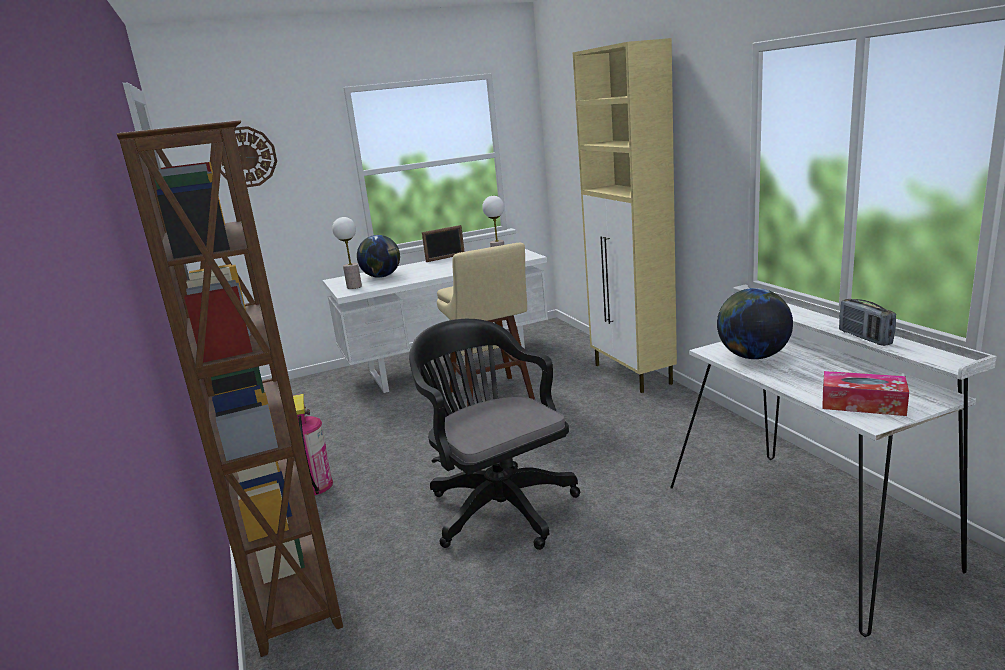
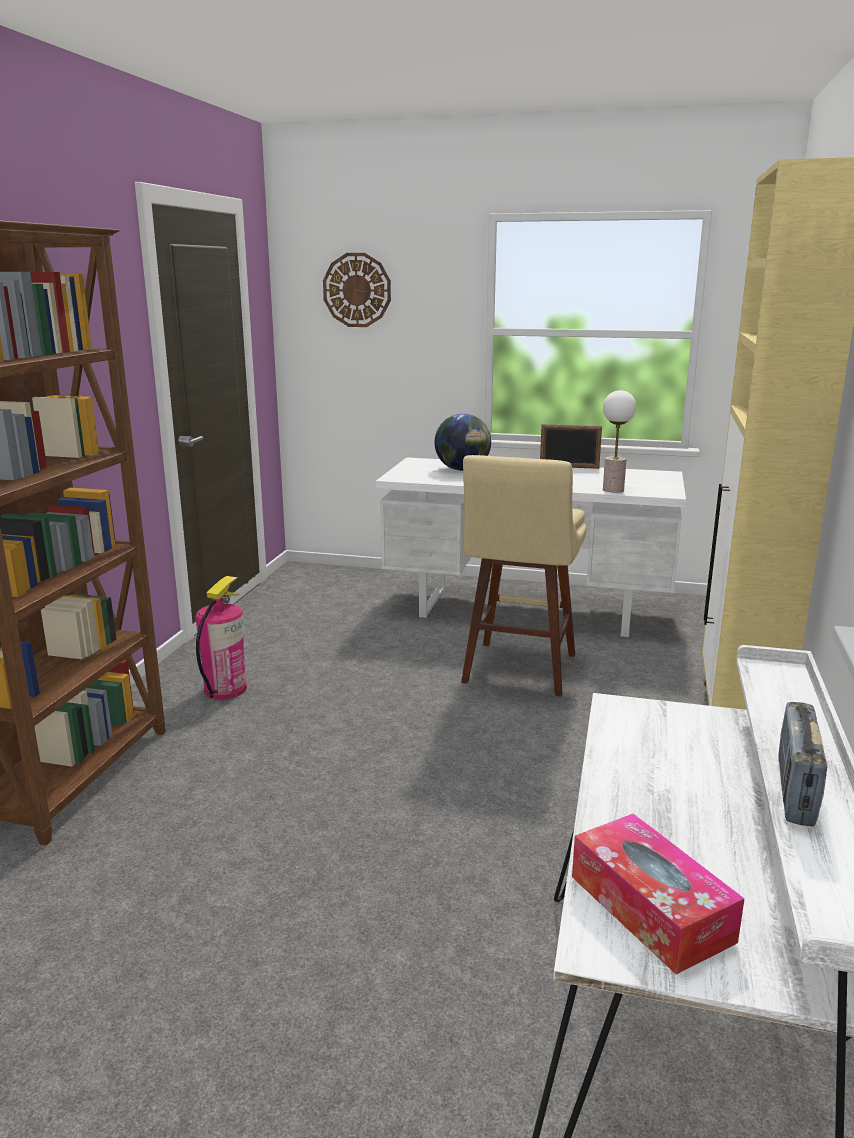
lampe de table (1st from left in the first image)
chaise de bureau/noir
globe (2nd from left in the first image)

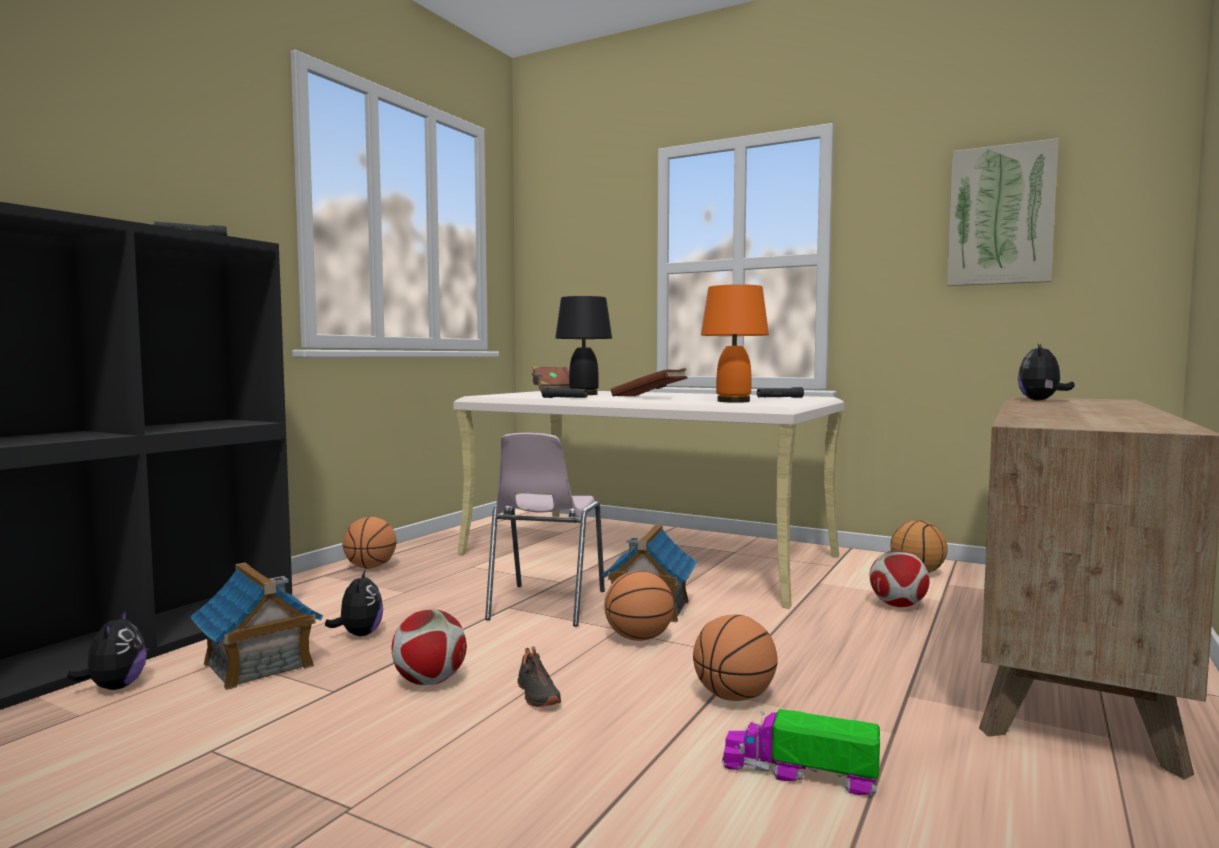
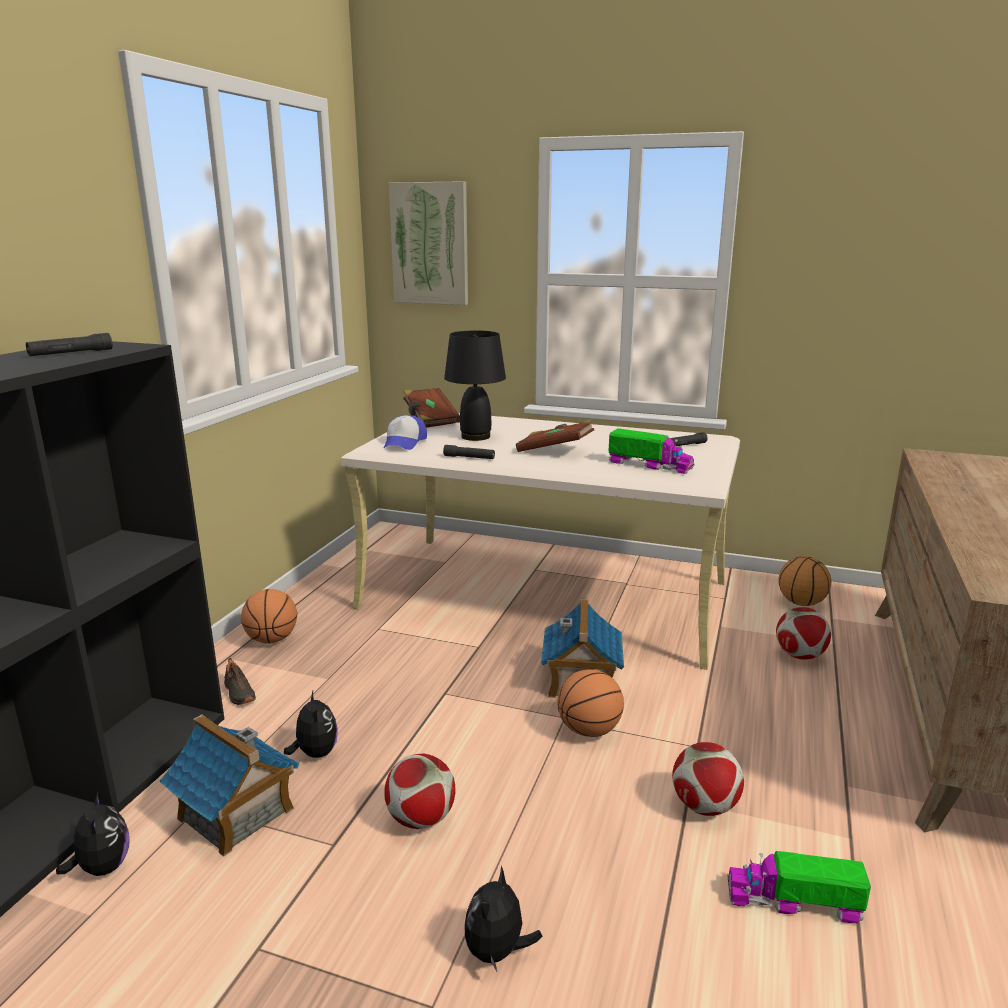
chaussure/noir
casquette
tableau
peluche (3rd from left)
camion jouet (1st from left)
ballon de foot (2nd from left)
chaise/rose

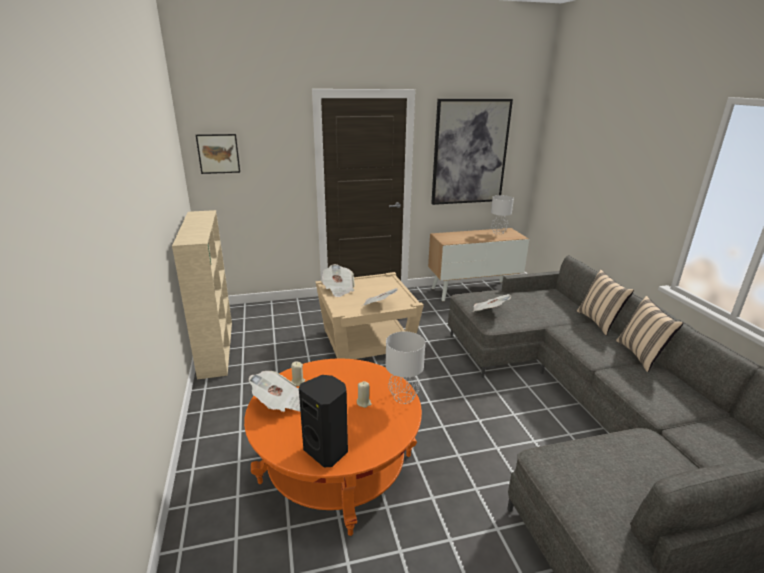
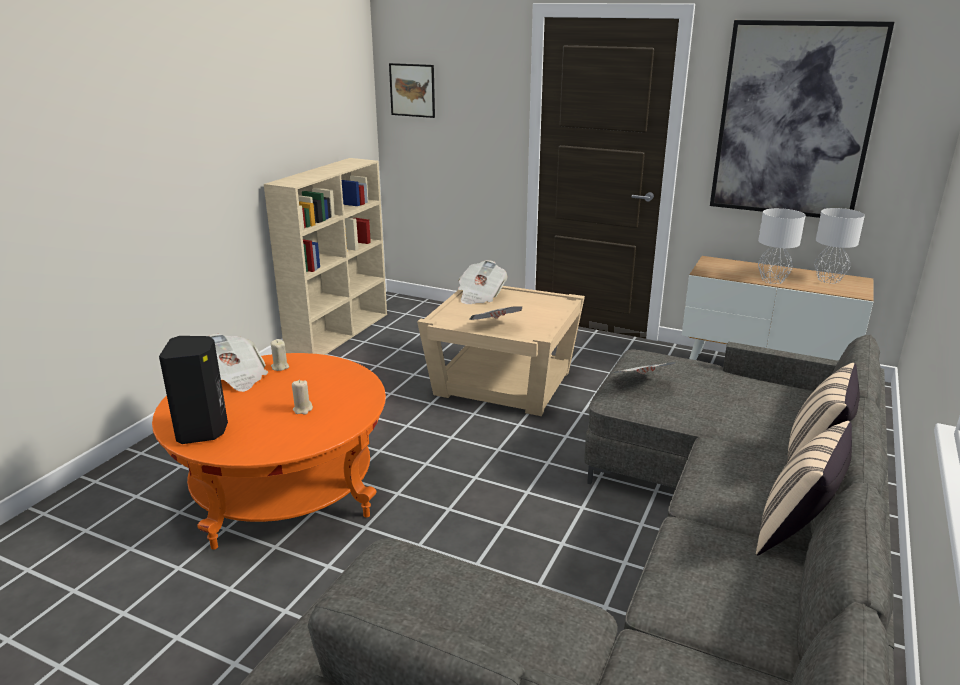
lampe de table/gris (1st from left)

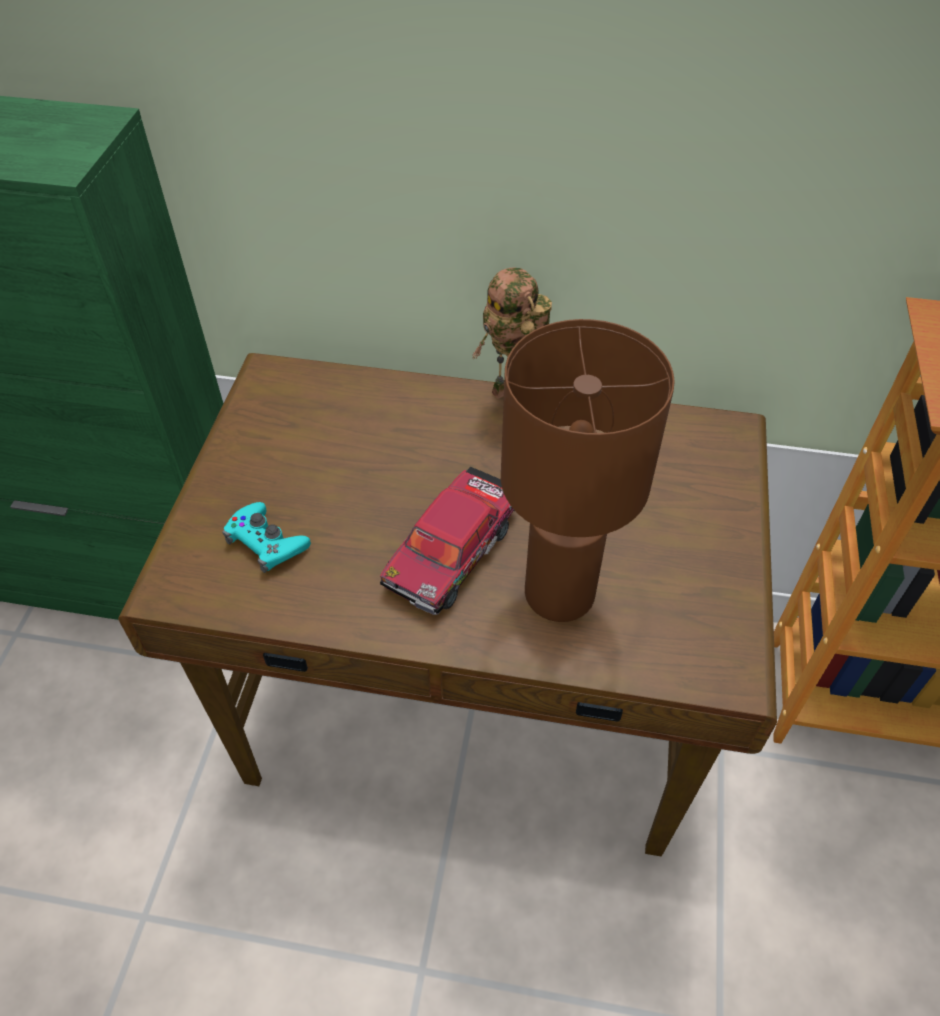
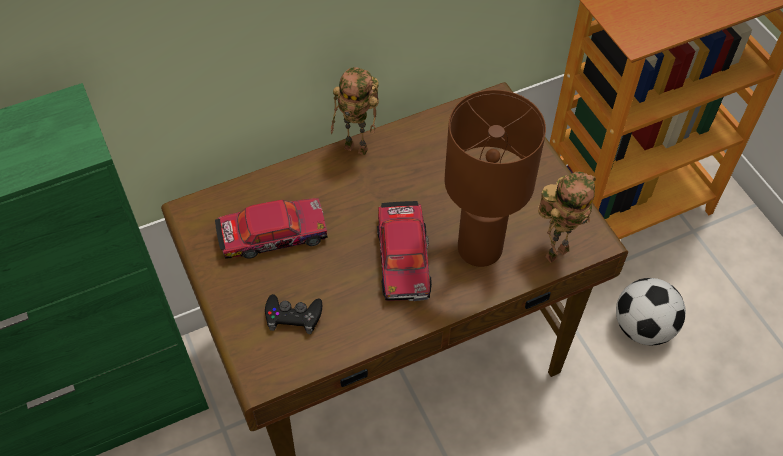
petite voiture (1st from left)
manette/noir
robot jouet (2nd from left)
ballon de foot

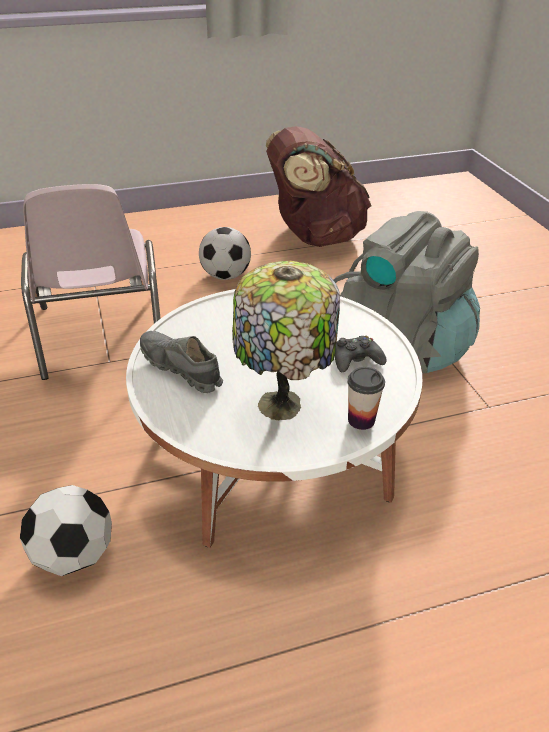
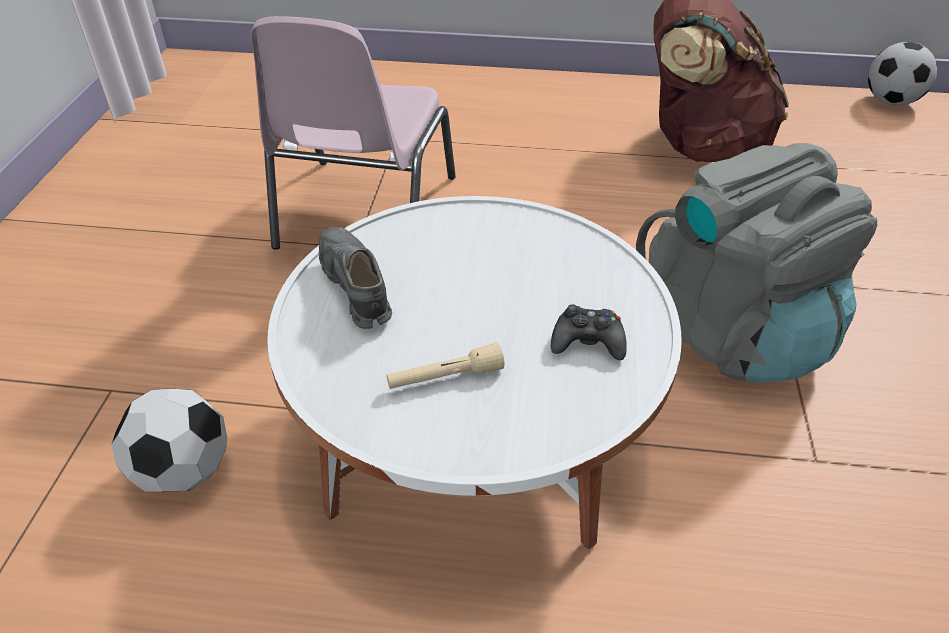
lampe de poche/beige
ballon de foot (2nd from left)
tasse

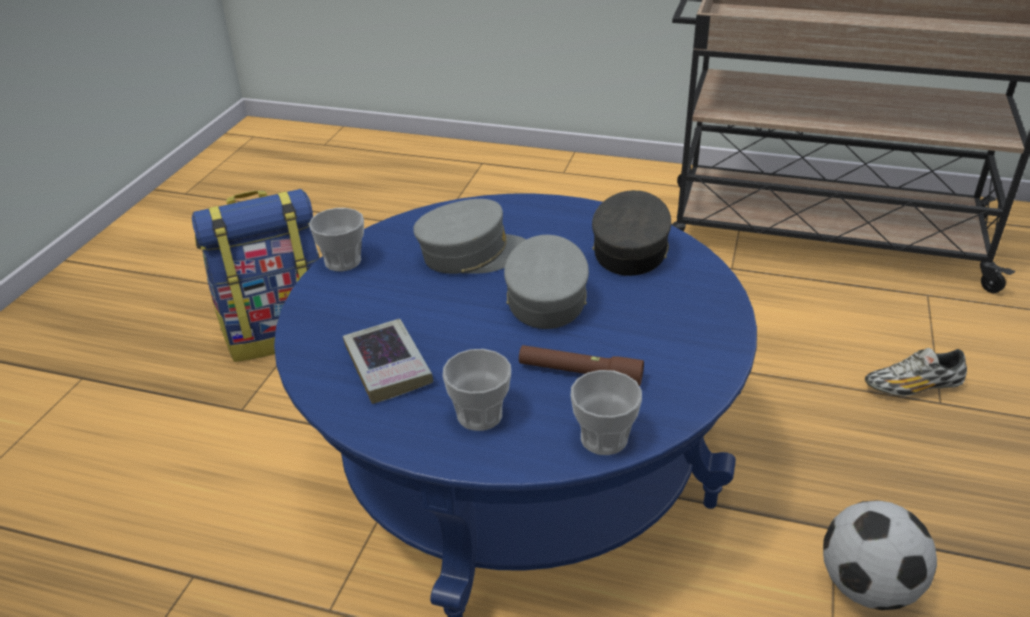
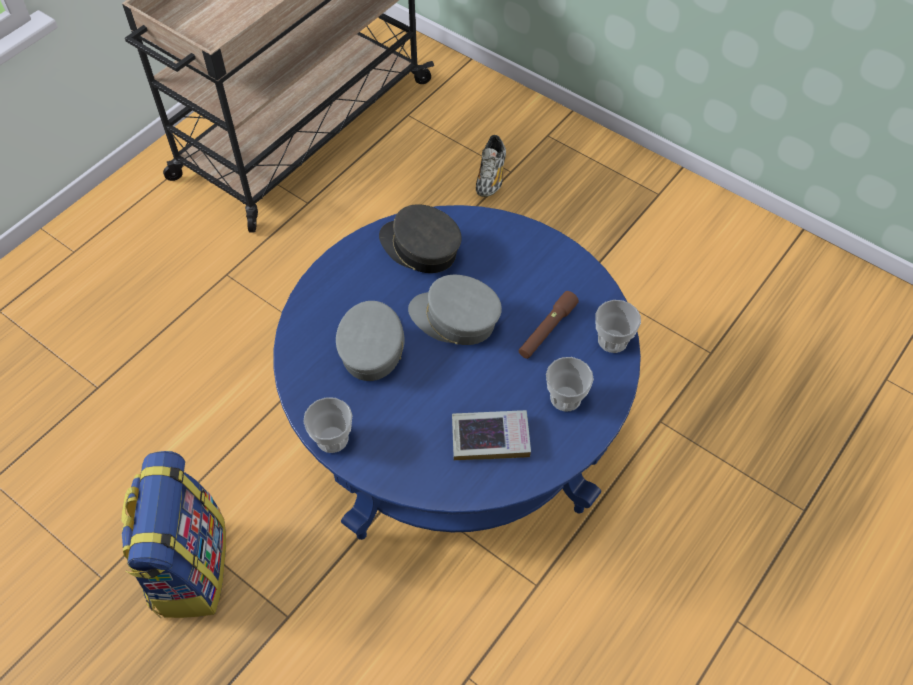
ballon de foot

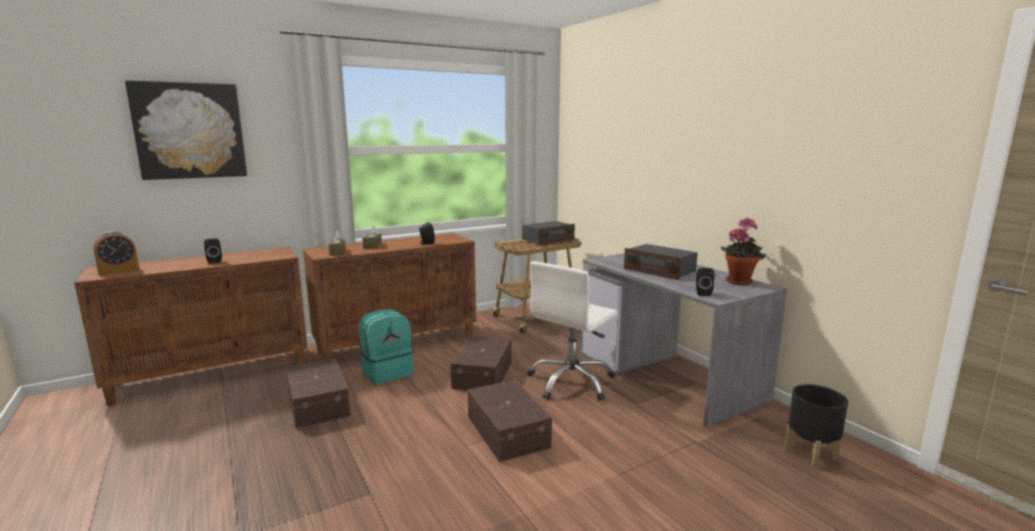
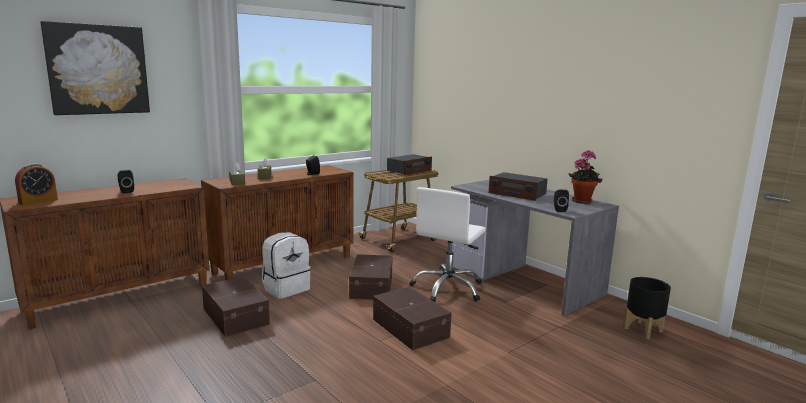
sac à dos/blanc

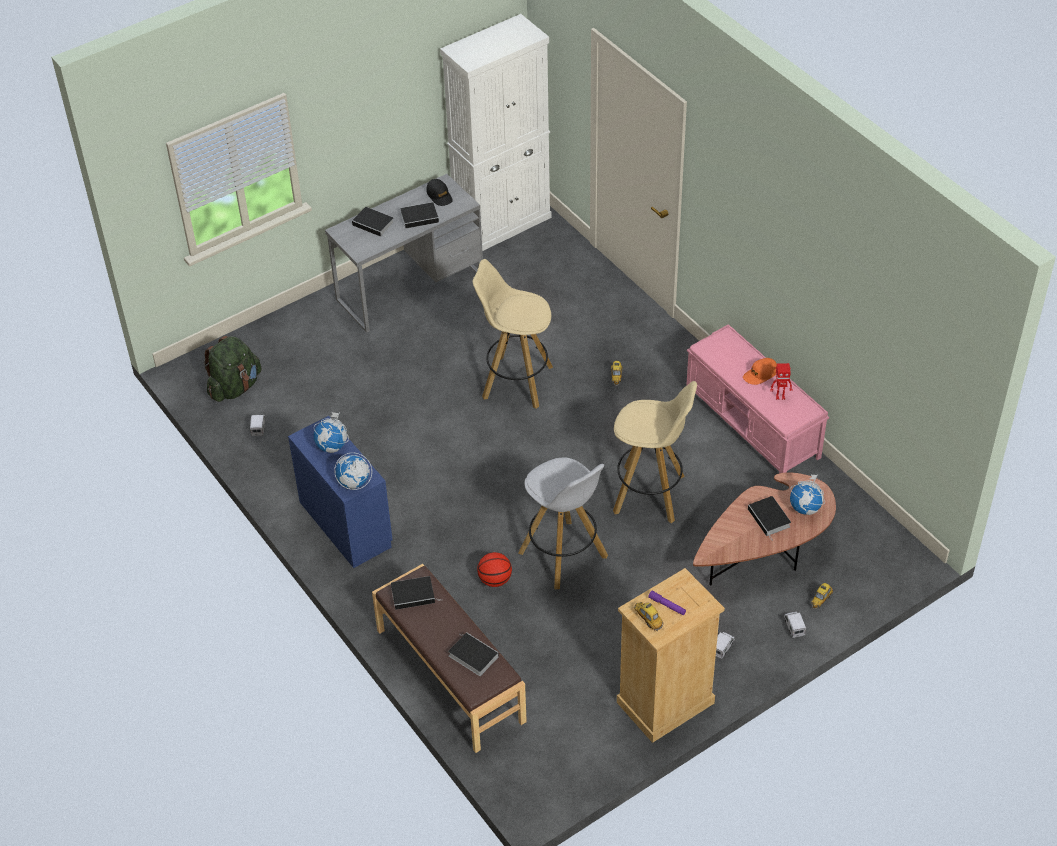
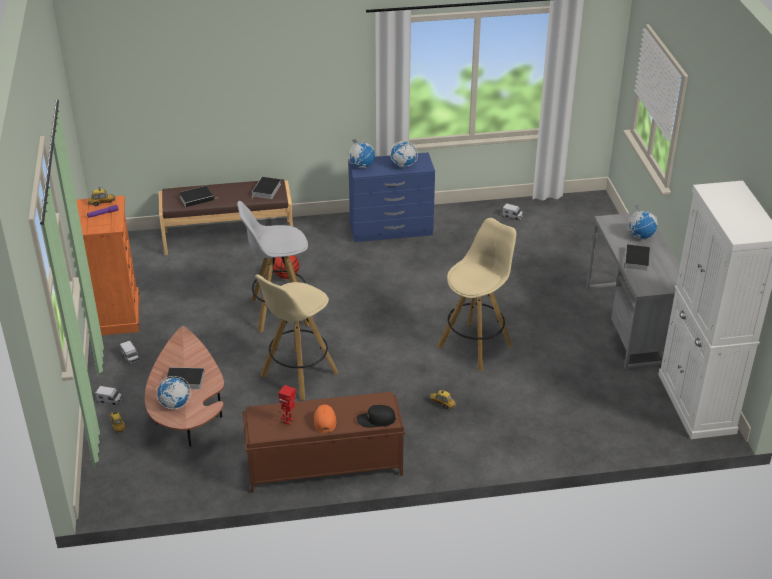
commode/orange
banc/marron (2nd from left)
casquette/noir
globe (4th from left)
sac à dos/vert

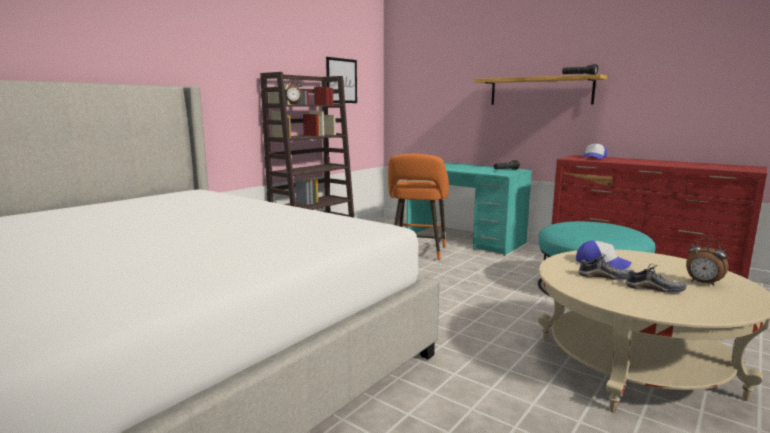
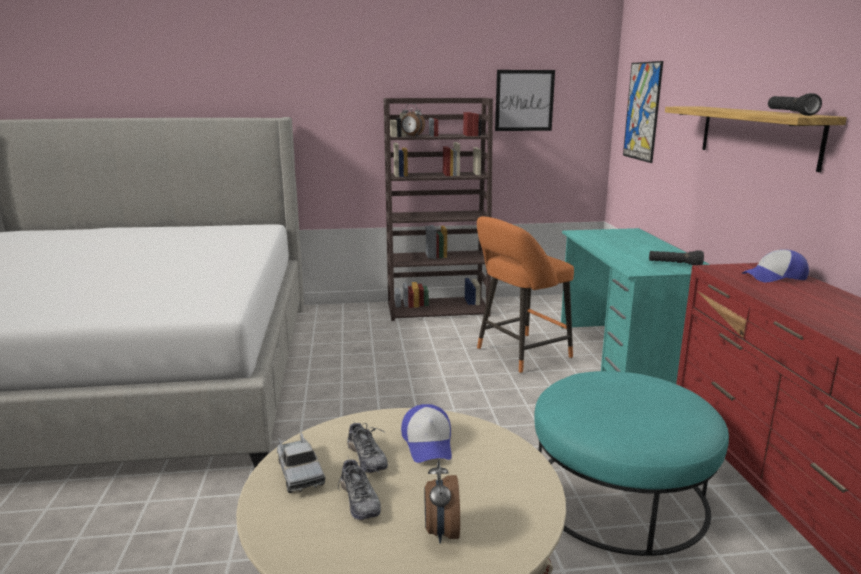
camion jouet
tableau (2nd from left)

